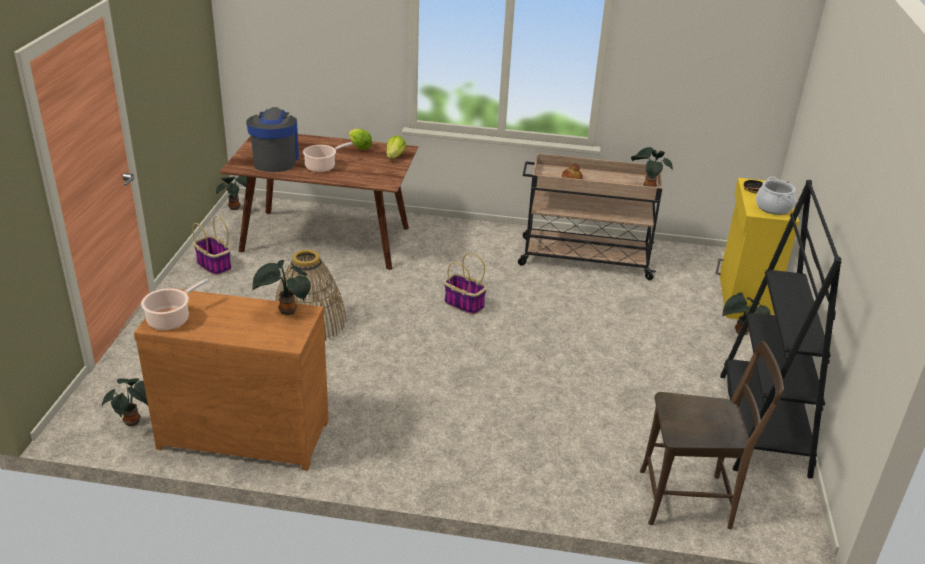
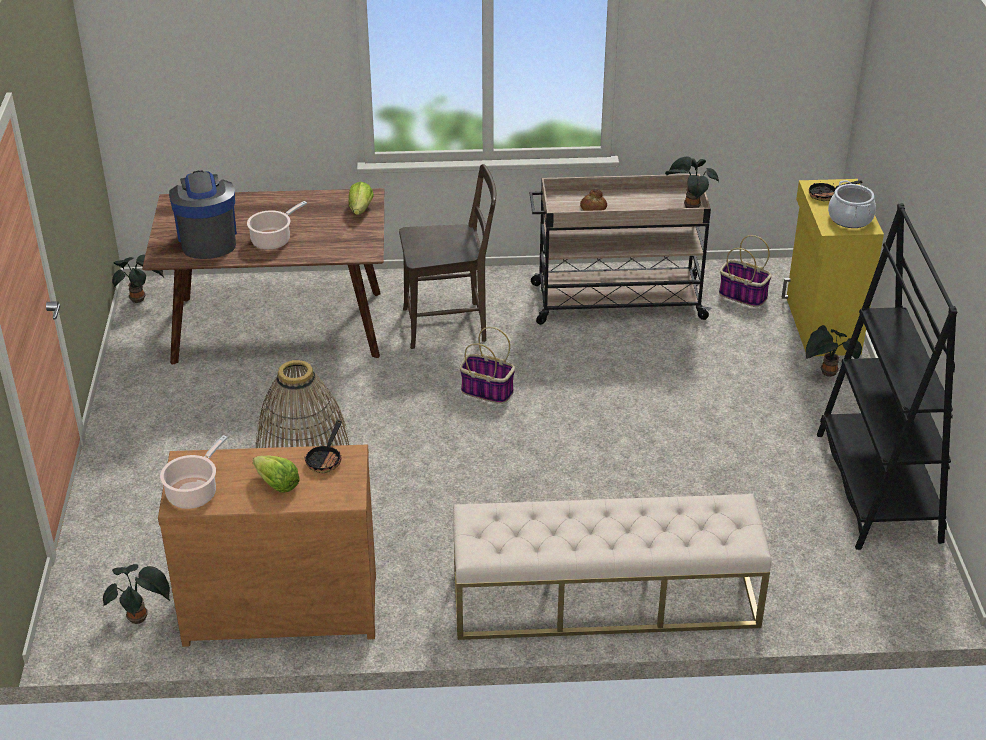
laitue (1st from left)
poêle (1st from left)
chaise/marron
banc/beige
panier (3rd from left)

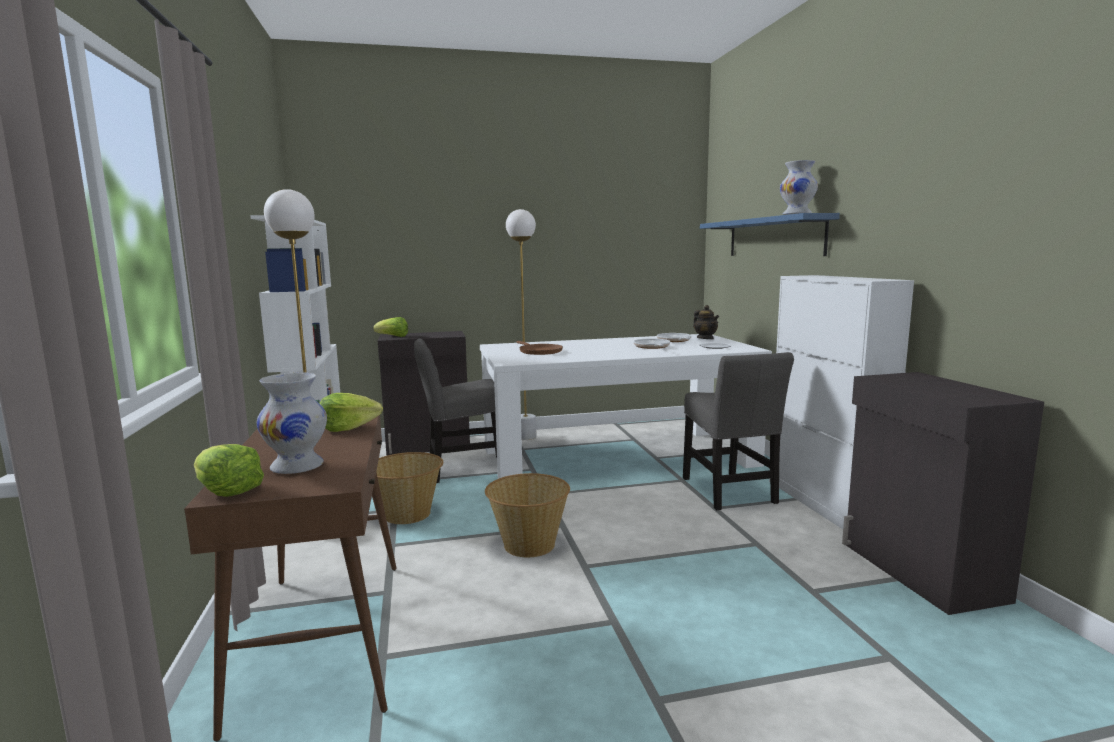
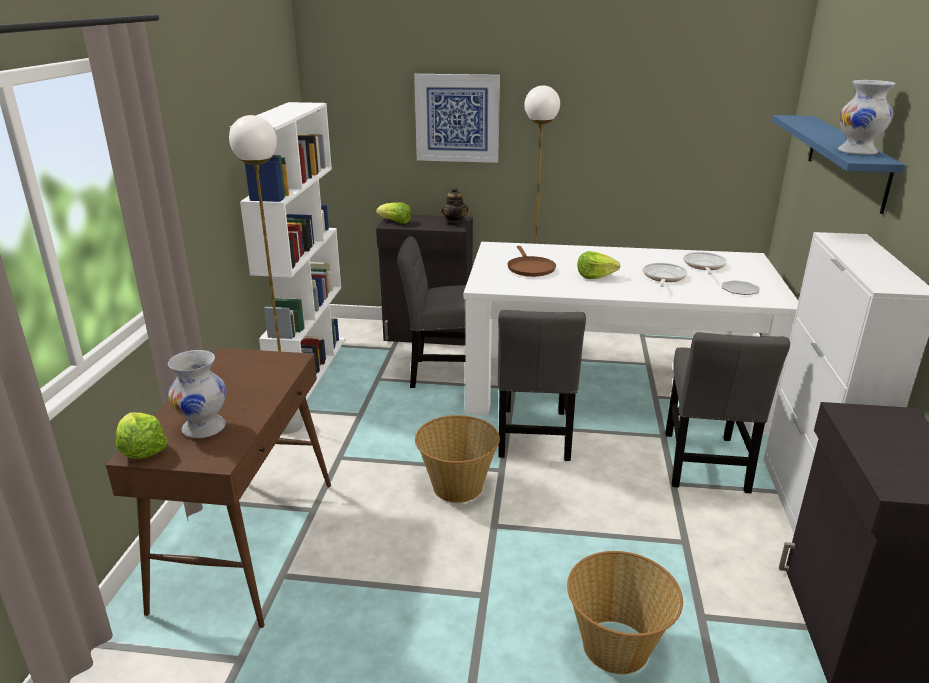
tableau
théière
chaise/gris (2nd from left)
panier (2nd from left)
laitue (3rd from left)

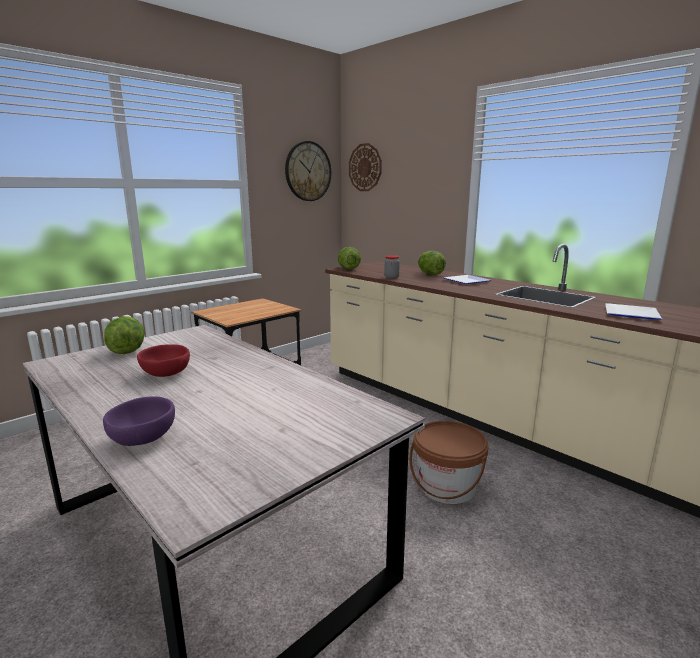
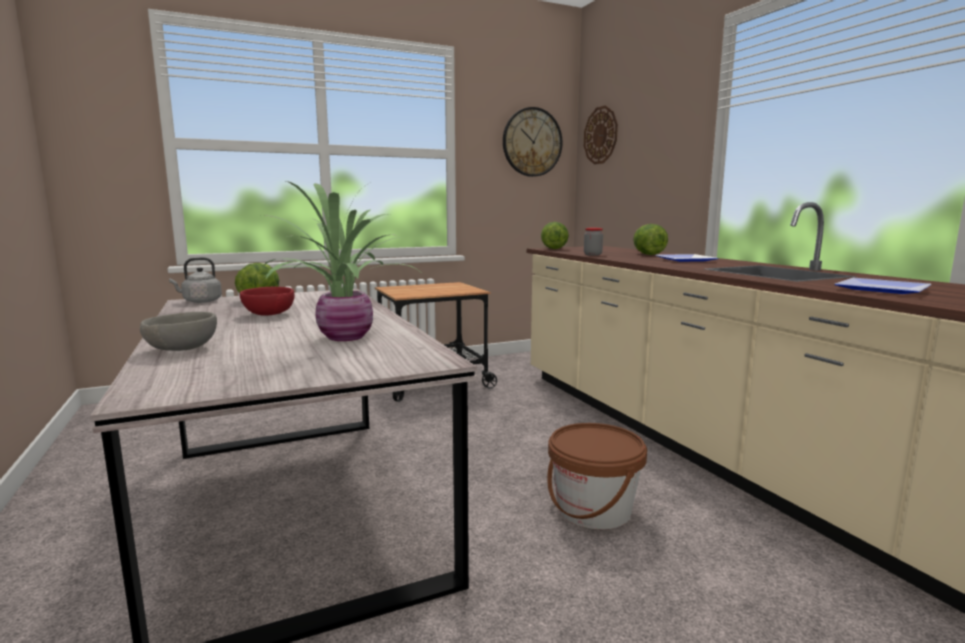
bol/gris
bouilloire/gris
plante en pot

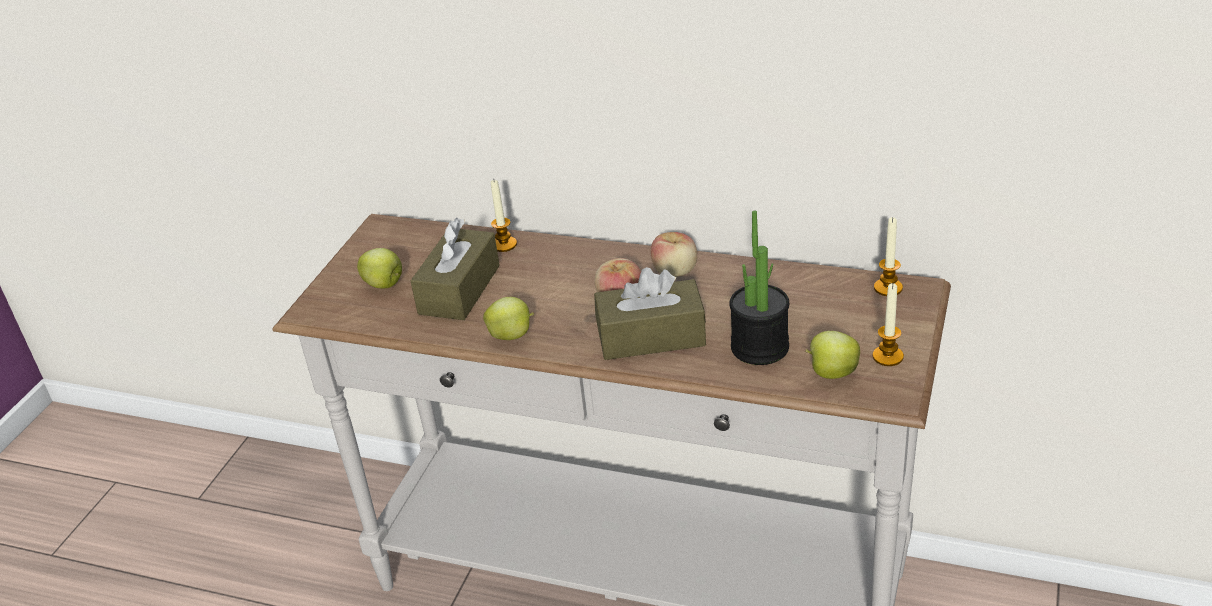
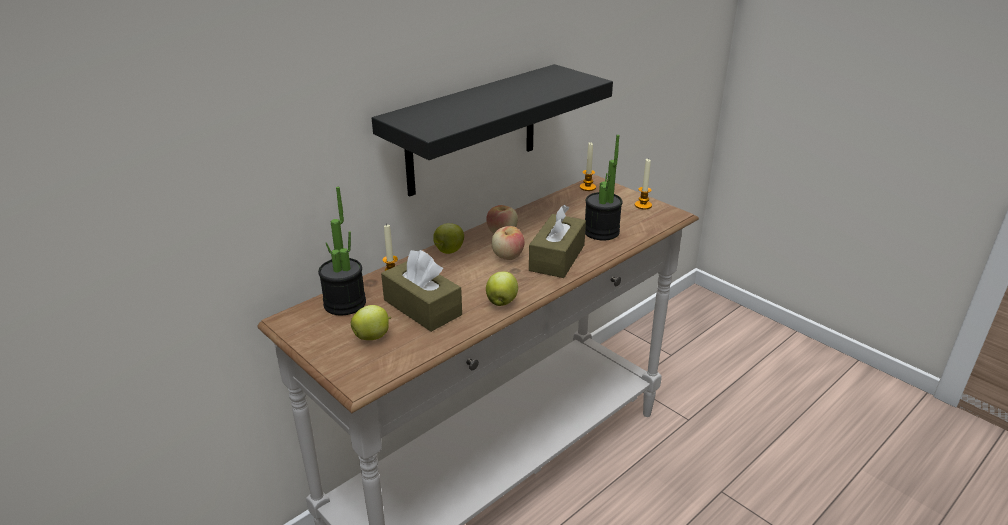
plante en pot (1st from left)
étagère/noir
pomme (2nd from left)

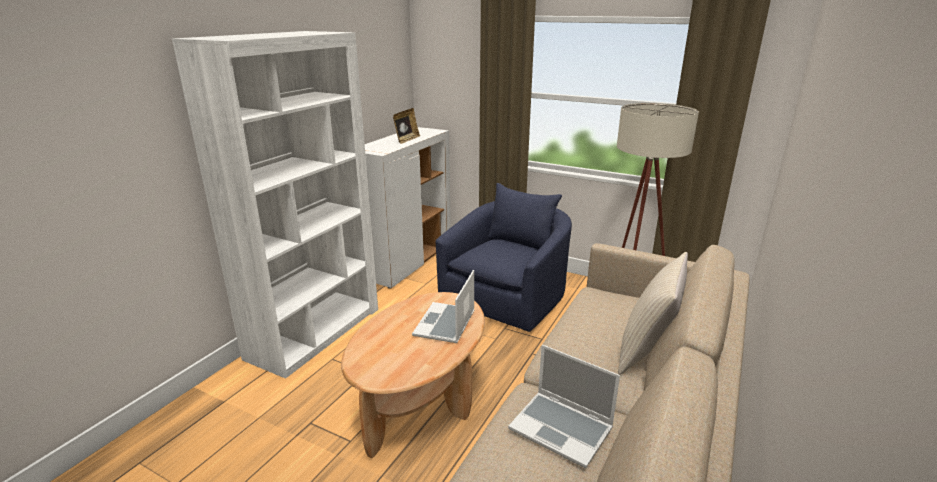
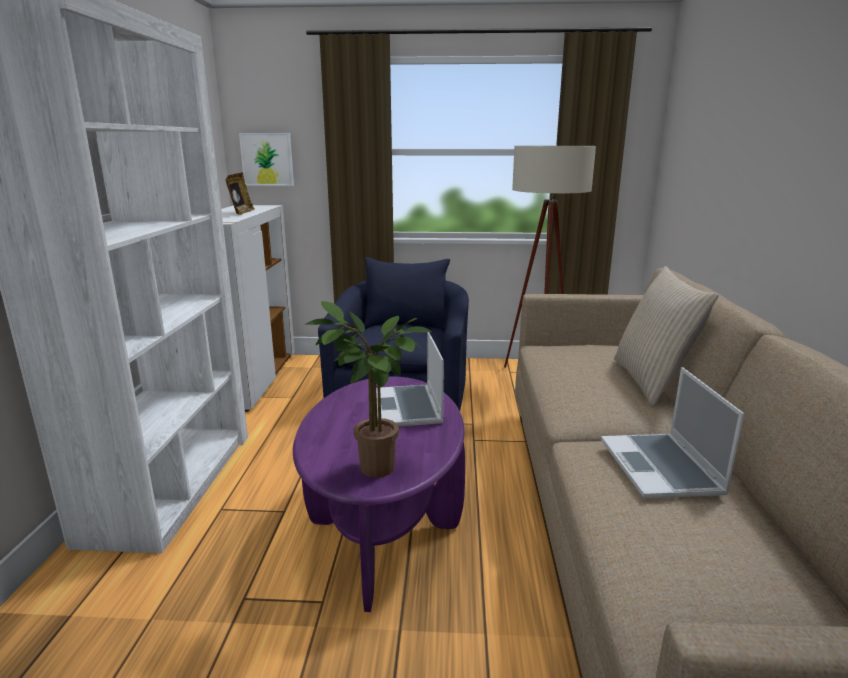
tableau
table basse/violet
plante en pot
ordinateur portable (2nd from left)

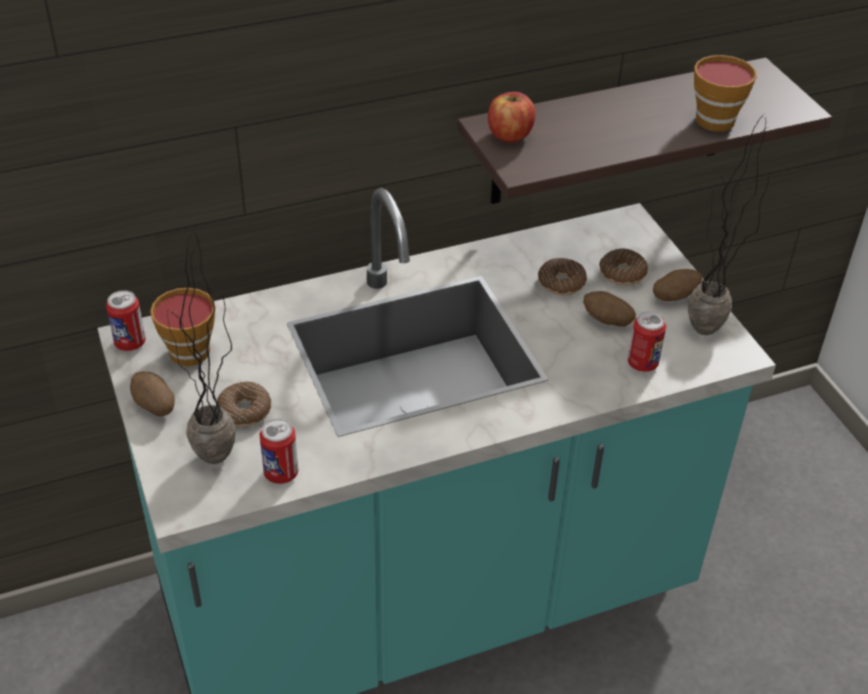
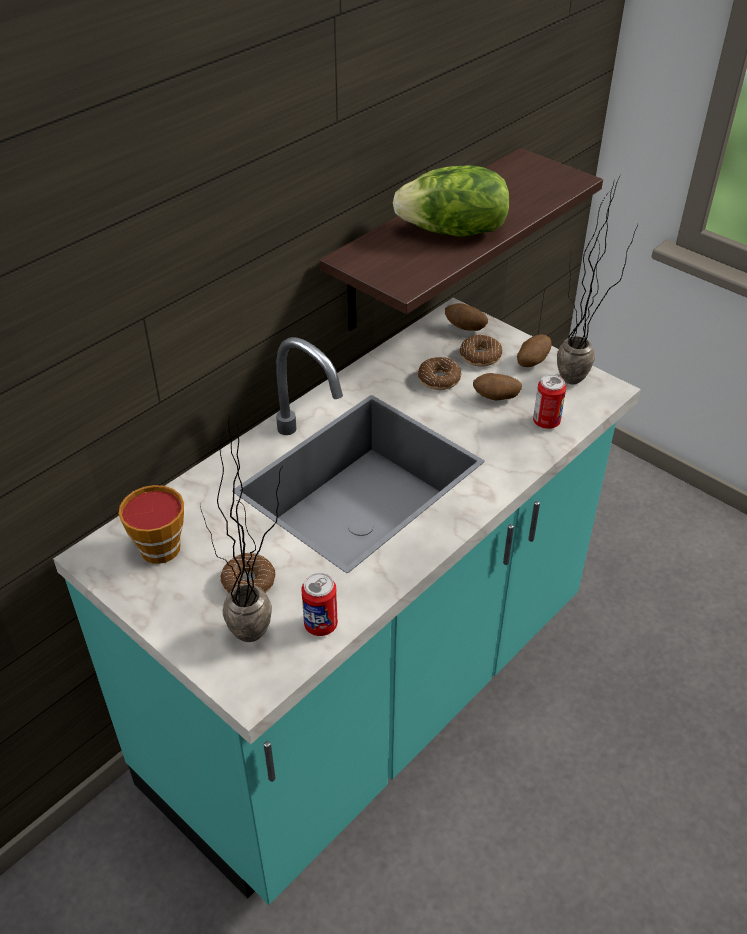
laitue
pomme de terre (1st from left)
boîte métallique (1st from left in the first image)
pomme
tasse (2nd from left in the first image)

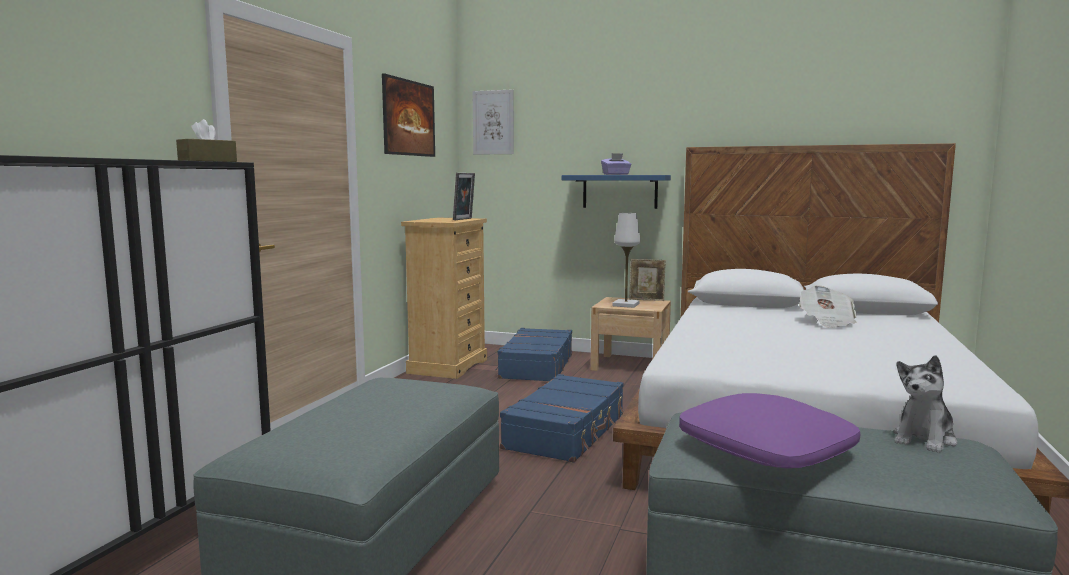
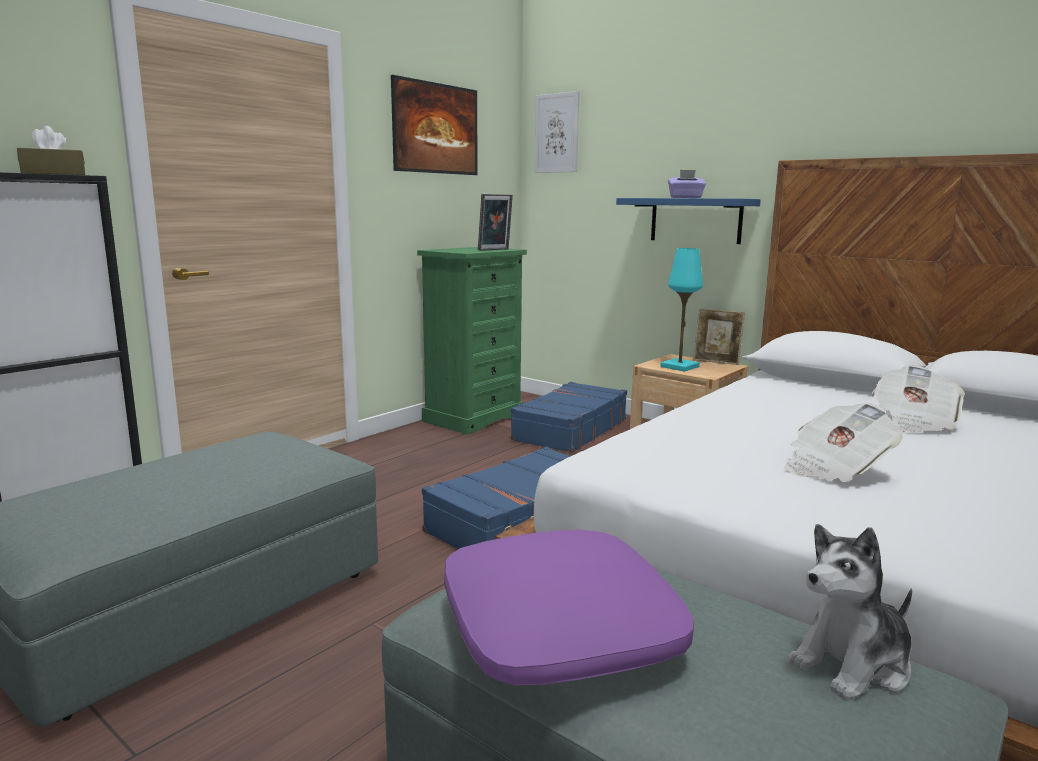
commode/vert
lampe de table/turquoise
journal (1st from left)

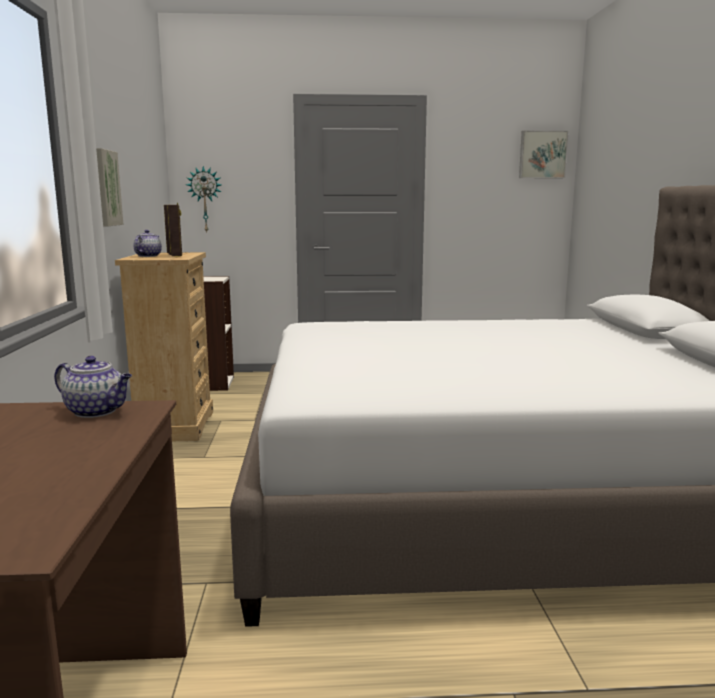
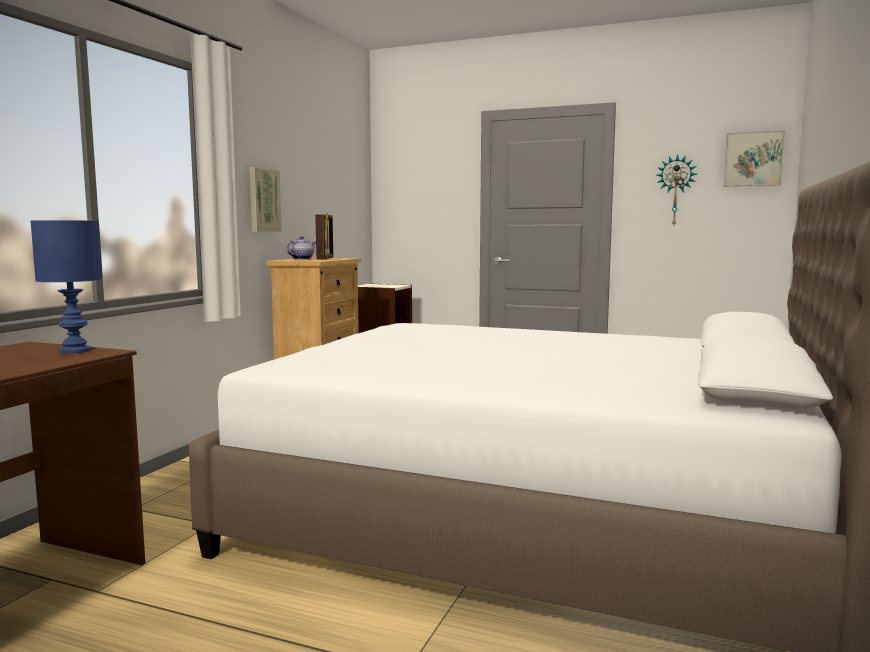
lampe de table/bleu
horloge murale

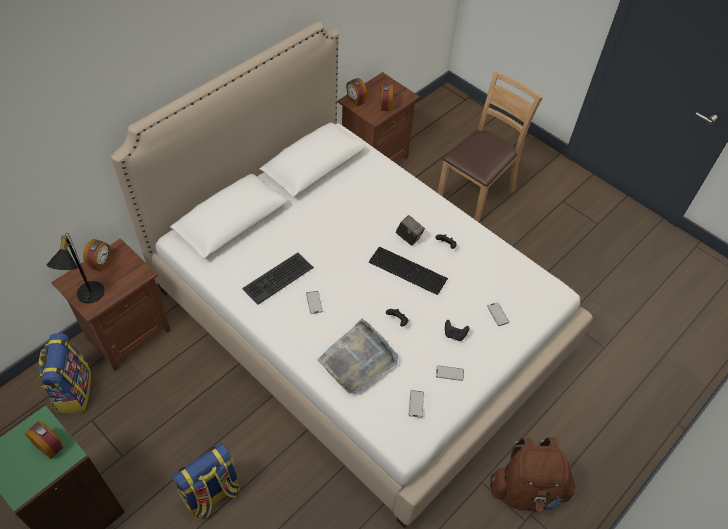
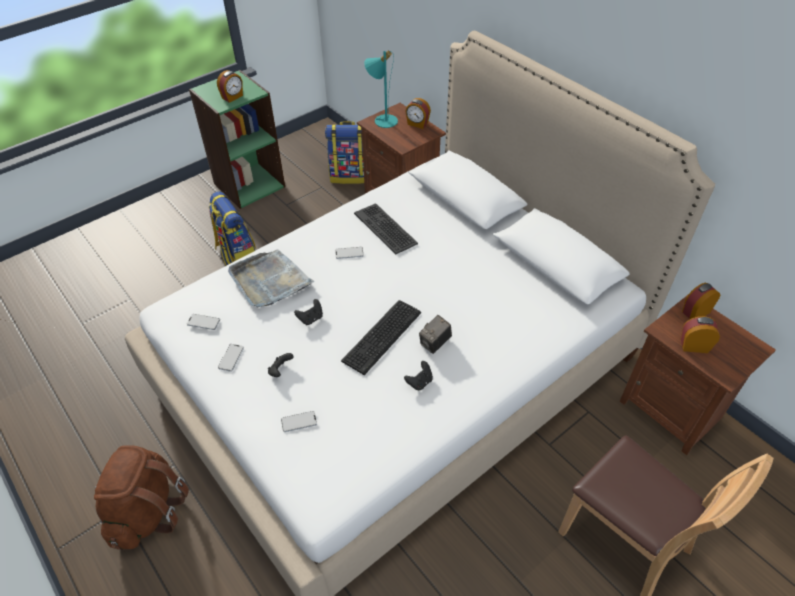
lampe de table/turquoise

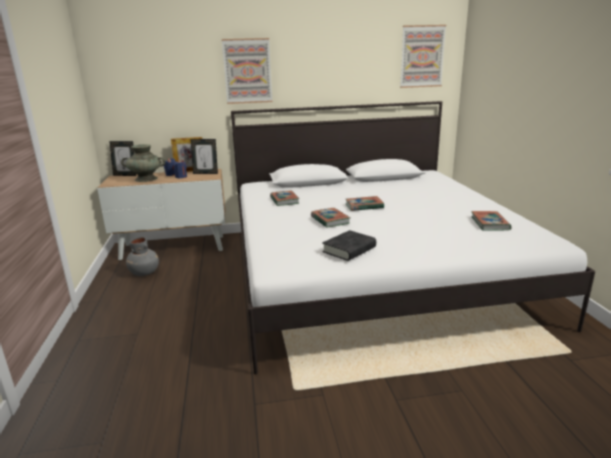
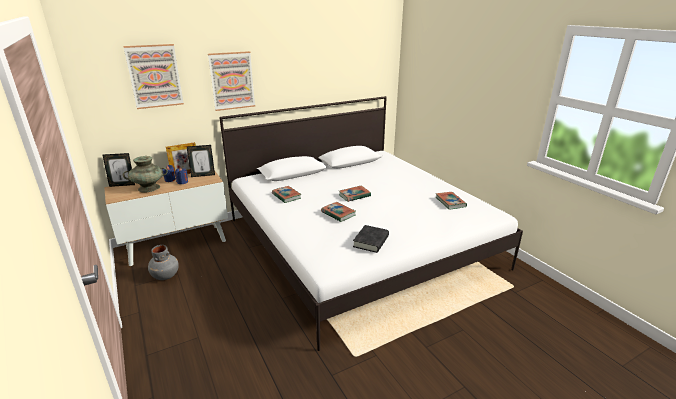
tableau (1st from left)

